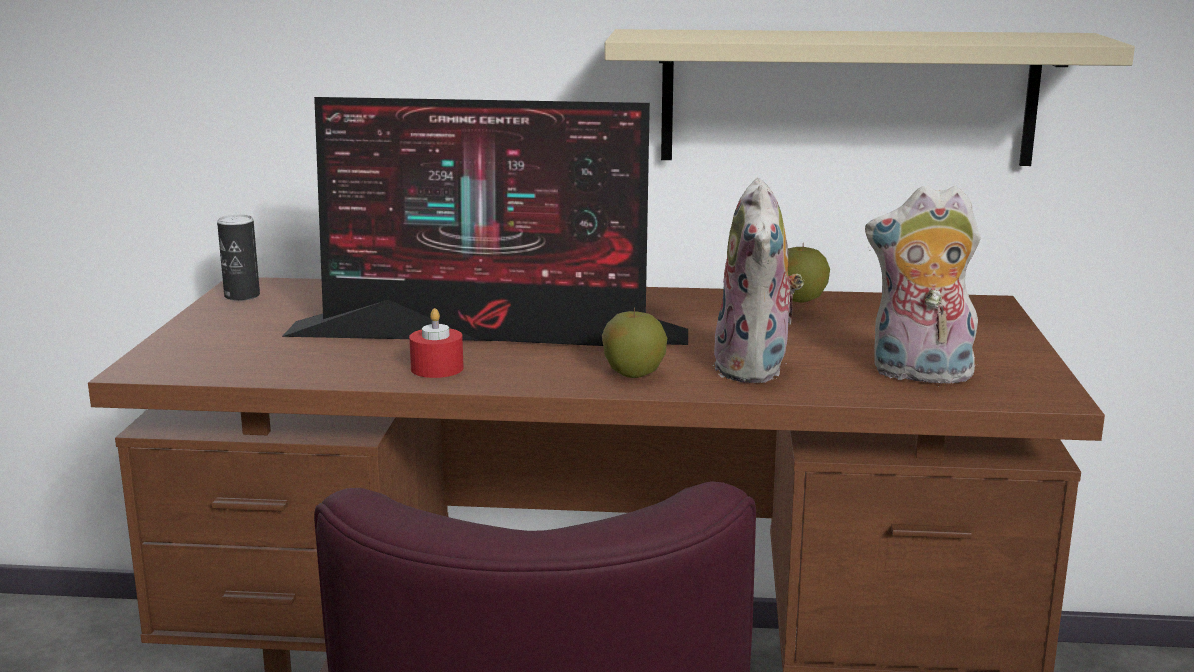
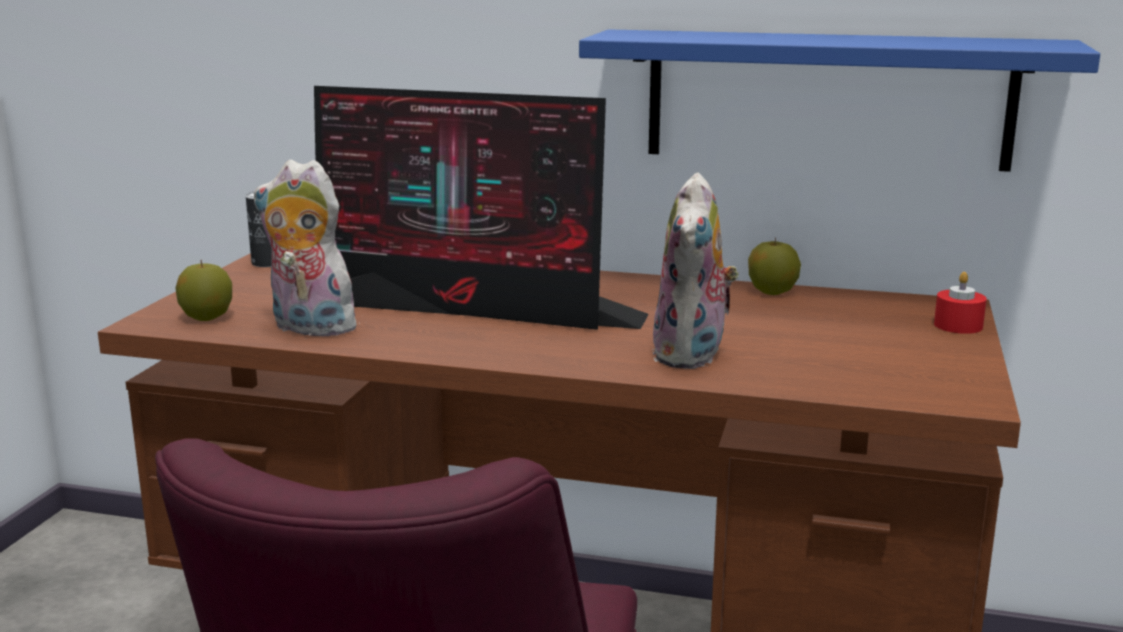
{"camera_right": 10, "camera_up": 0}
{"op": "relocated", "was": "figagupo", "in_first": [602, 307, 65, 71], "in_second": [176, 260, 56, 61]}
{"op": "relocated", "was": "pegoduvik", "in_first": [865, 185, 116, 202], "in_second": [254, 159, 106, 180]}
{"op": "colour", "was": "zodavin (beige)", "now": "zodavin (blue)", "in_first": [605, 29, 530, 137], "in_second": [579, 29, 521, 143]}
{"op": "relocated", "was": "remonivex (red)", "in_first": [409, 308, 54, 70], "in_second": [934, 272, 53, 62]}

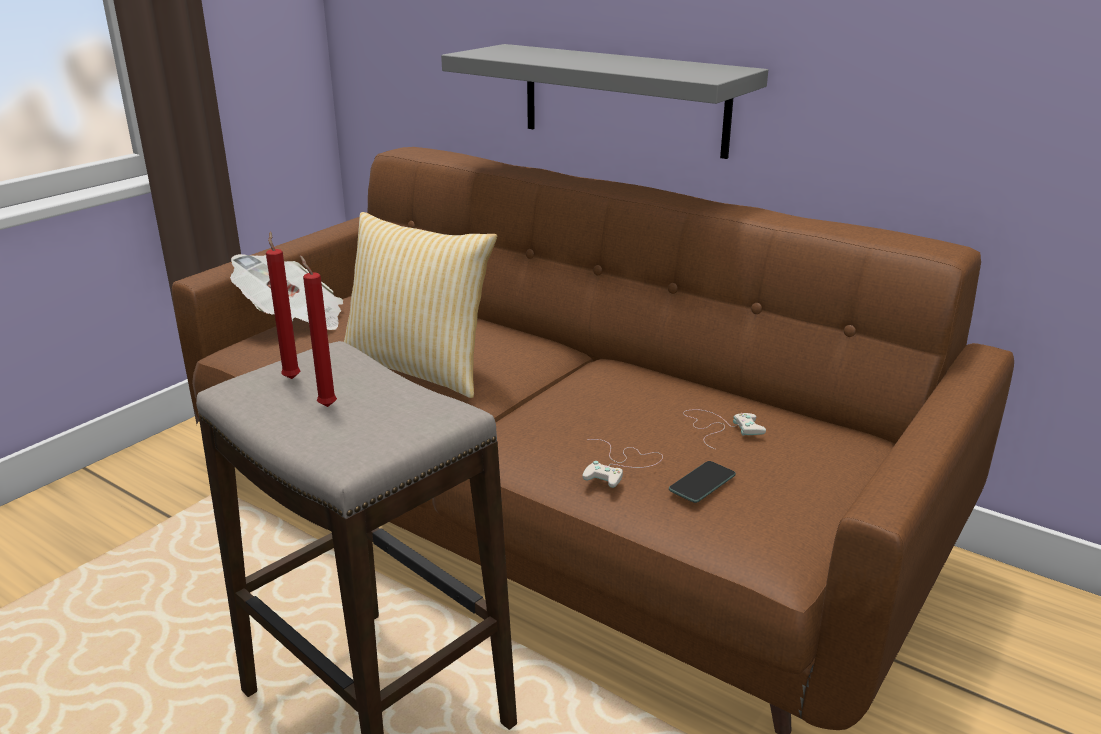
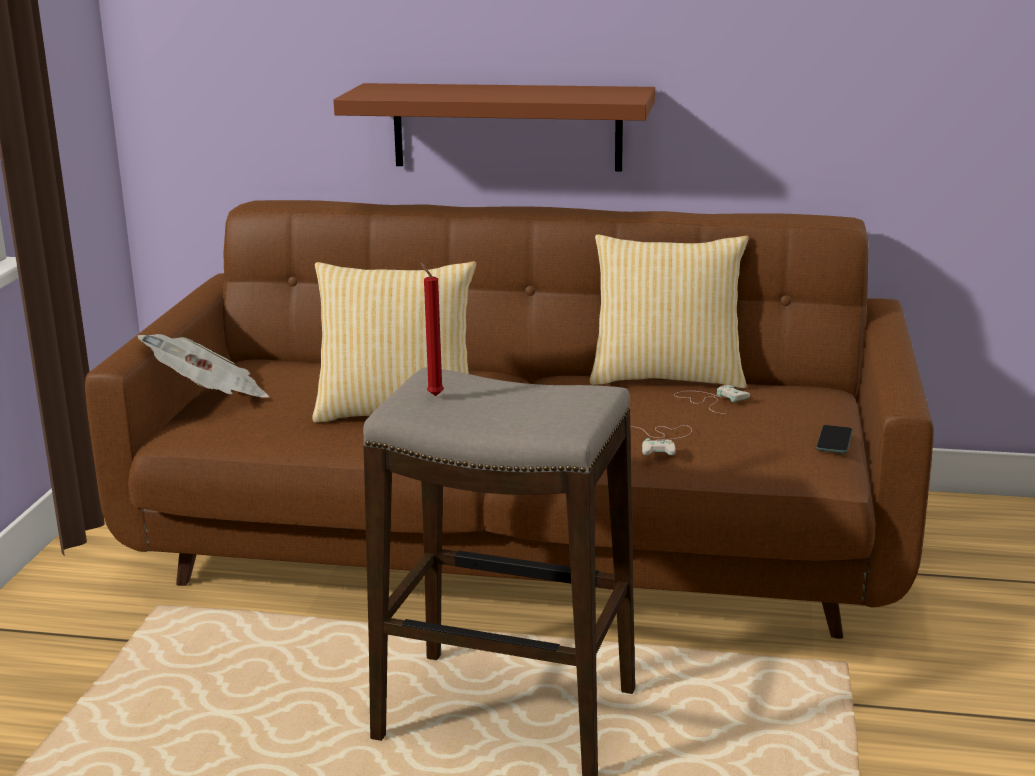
{"camera_right": -25, "camera_up": -5}
{"op": "colour", "was": "zodavin (grey)", "now": "zodavin (brown)", "in_first": [441, 44, 327, 115], "in_second": [333, 83, 322, 88]}
{"op": "appeared", "now": "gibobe", "in_second": [590, 235, 159, 153]}
{"op": "relocated", "was": "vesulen", "in_first": [669, 461, 67, 42], "in_second": [816, 425, 37, 28]}
{"op": "missing", "was": "remonivex (red)", "in_first": [300, 255, 37, 152]}

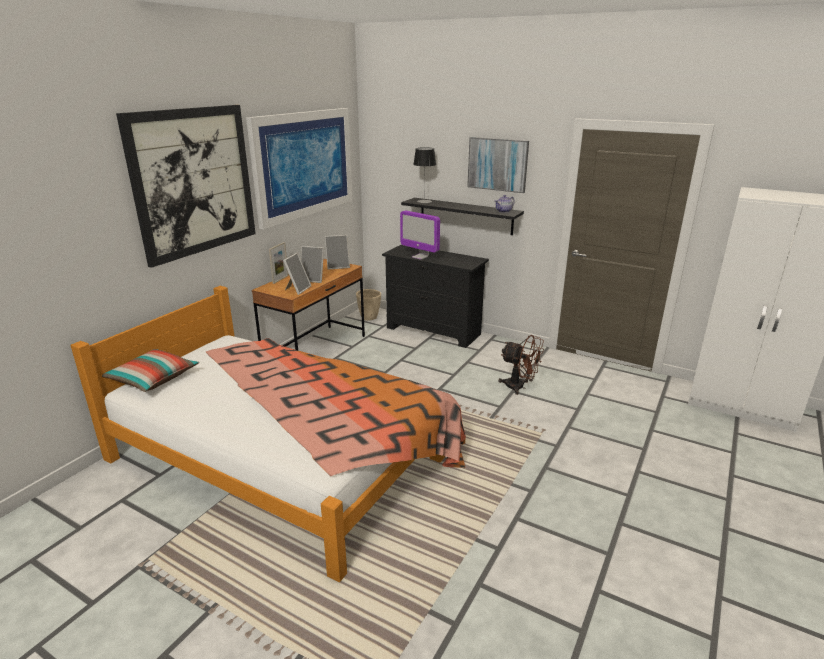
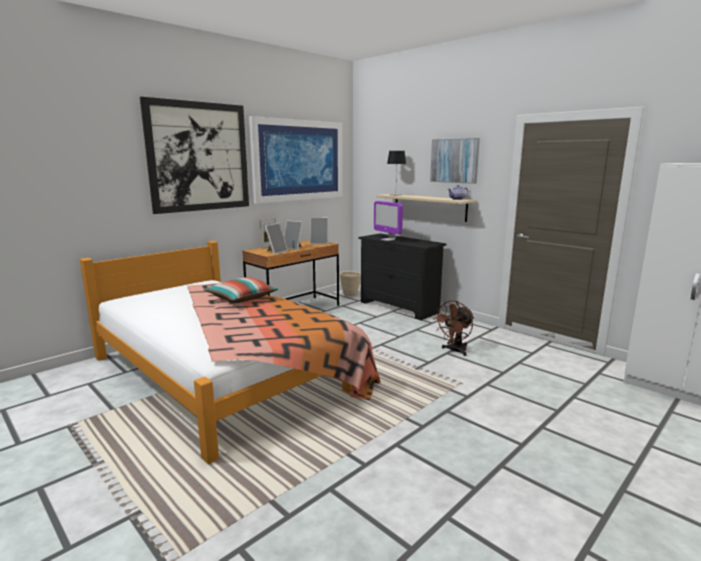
{"camera_right": 15, "camera_up": -10}
{"op": "relocated", "was": "gibobe", "in_first": [102, 349, 97, 43], "in_second": [204, 277, 74, 26]}
{"op": "colour", "was": "zodavin (black)", "now": "zodavin (beige)", "in_first": [401, 198, 123, 37], "in_second": [377, 194, 99, 28]}
{"op": "spun", "was": "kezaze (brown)", "in_first": [498, 335, 46, 60], "in_second": [433, 300, 41, 56], "clockwise": 90}

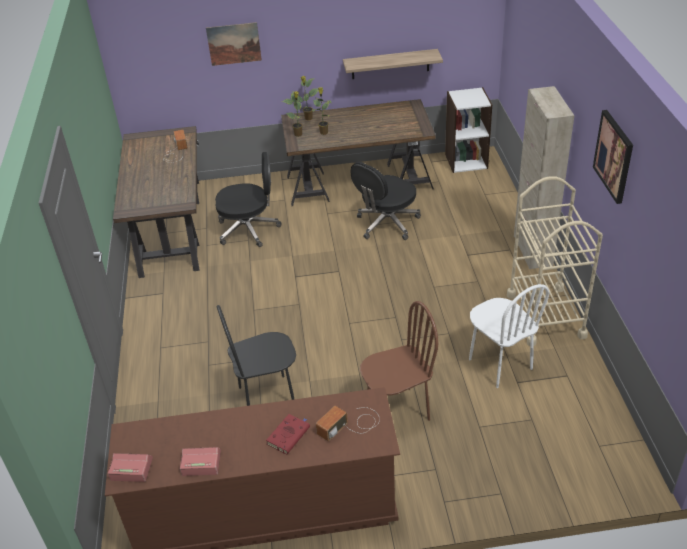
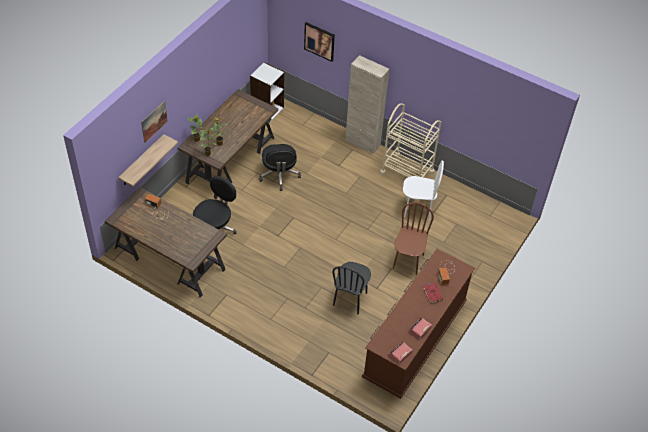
{"camera_right": -55, "camera_up": 10}
{"op": "relocated", "was": "zodavin", "in_first": [343, 49, 100, 30], "in_second": [118, 134, 60, 53]}
{"op": "relocated", "was": "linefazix", "in_first": [593, 110, 40, 94], "in_second": [304, 22, 31, 40]}

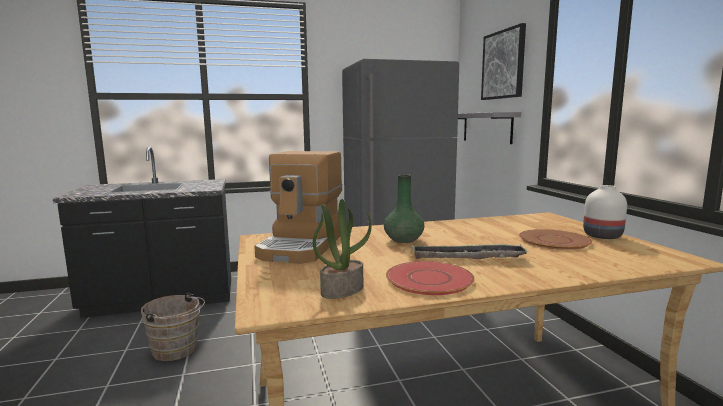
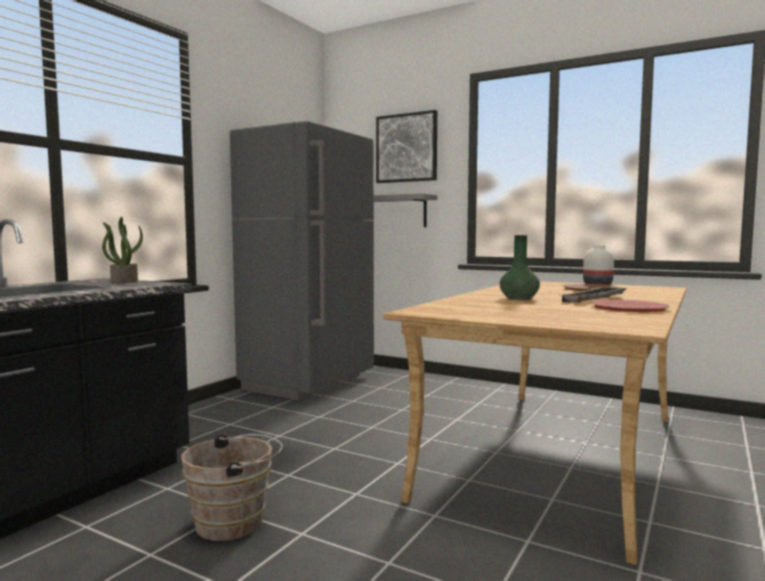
{"camera_right": -45, "camera_up": -5}
{"op": "relocated", "was": "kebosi", "in_first": [313, 199, 59, 100], "in_second": [102, 217, 41, 67]}
{"op": "missing", "was": "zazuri", "in_first": [254, 151, 89, 113]}

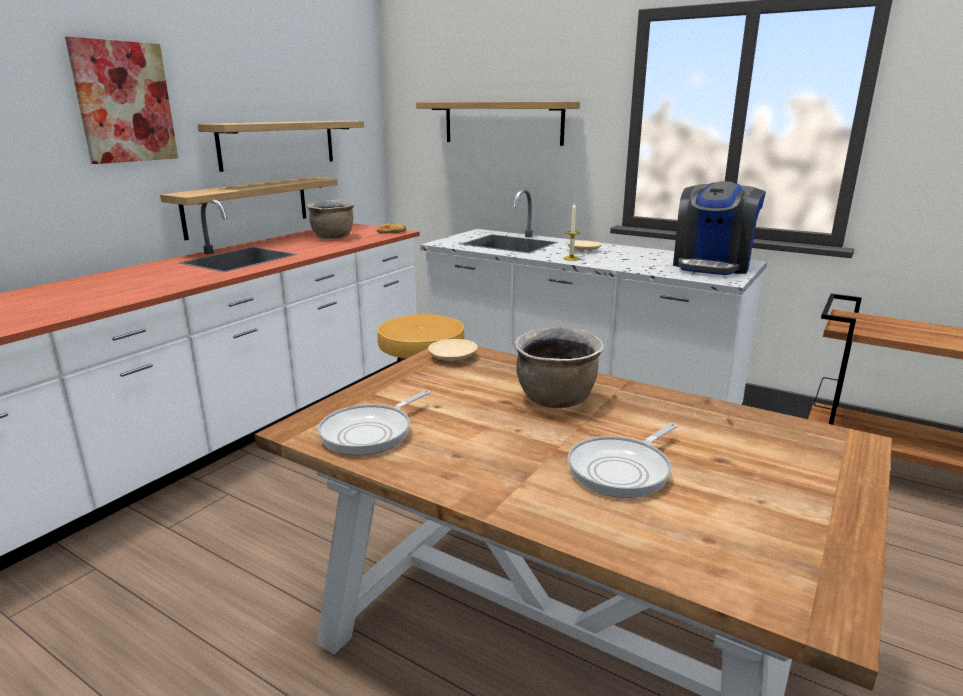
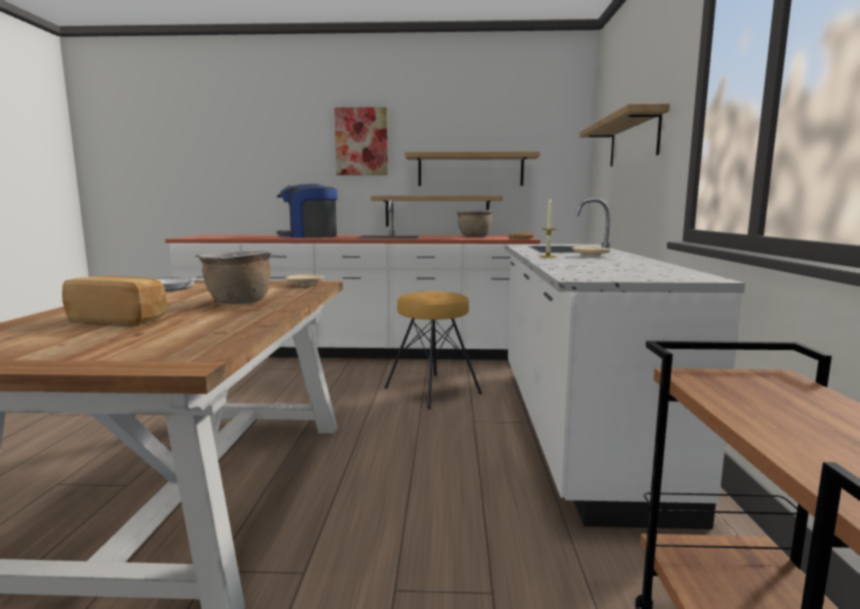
{"camera_right": 60, "camera_up": -10}
{"op": "exchanged", "was": "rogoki", "now": "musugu", "in_first": [568, 423, 110, 75], "in_second": [62, 276, 105, 49]}
{"op": "relocated", "was": "zazuri", "in_first": [673, 181, 93, 94], "in_second": [277, 184, 61, 54]}

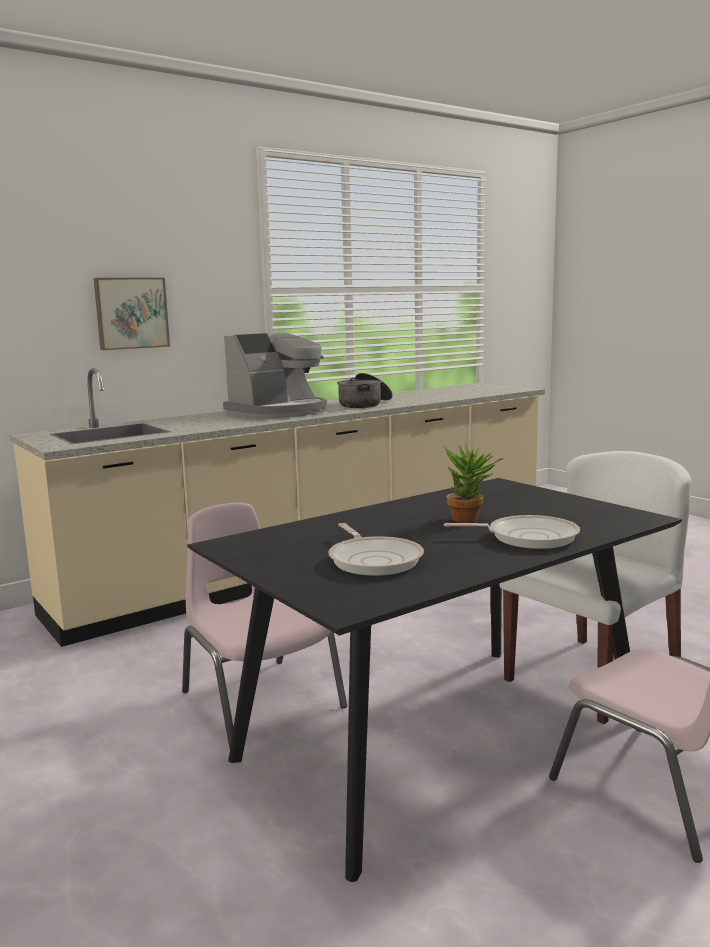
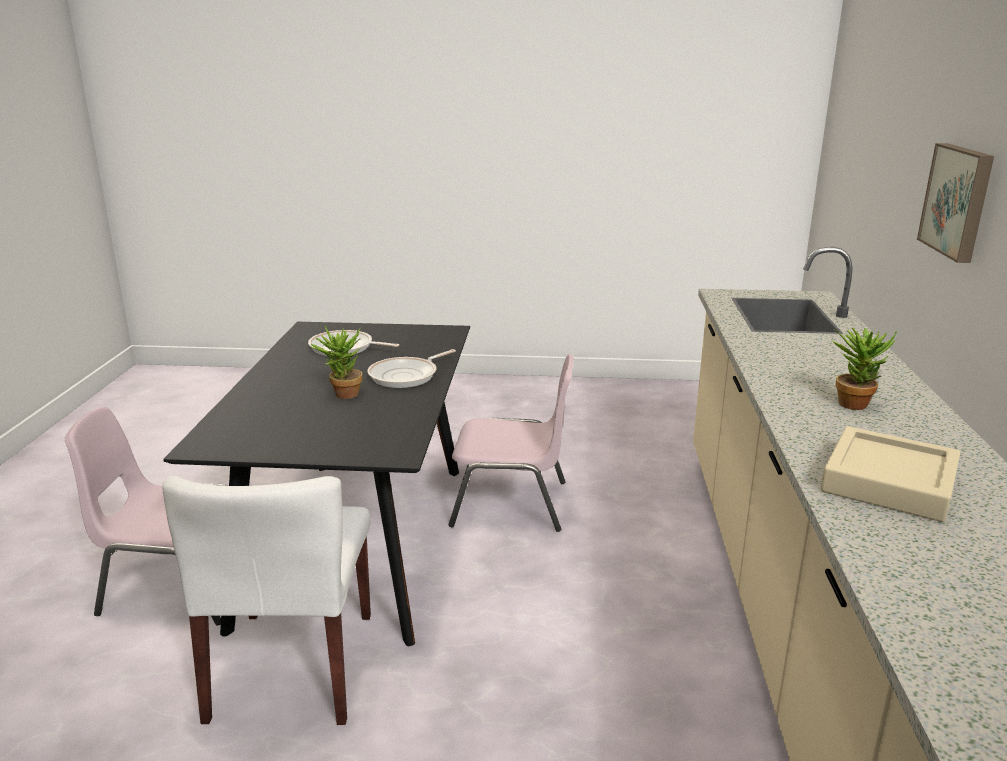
{"camera_right": 130, "camera_up": 10}
{"op": "relocated", "was": "rogoki", "in_first": [444, 515, 136, 34], "in_second": [367, 349, 89, 39]}
{"op": "exchanged", "was": "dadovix", "now": "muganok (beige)", "in_first": [337, 373, 56, 35], "in_second": [821, 426, 139, 96]}
{"op": "exchanged", "was": "zazuri", "now": "kebosi", "in_first": [223, 332, 104, 86], "in_second": [833, 328, 64, 82]}

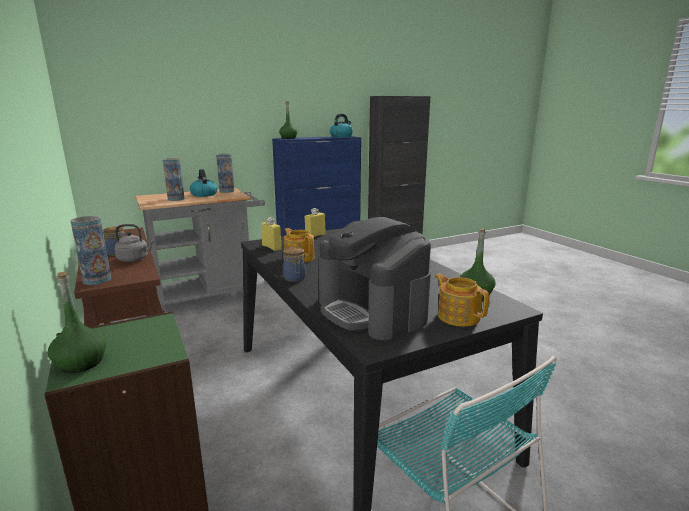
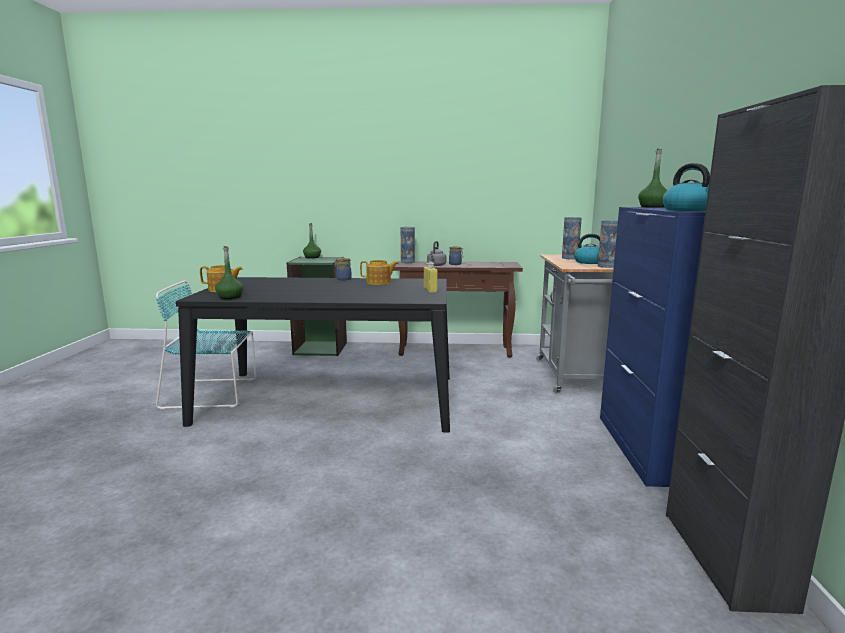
{"camera_right": 120, "camera_up": -5}
{"op": "missing", "was": "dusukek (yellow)", "in_first": [261, 217, 21, 34]}
{"op": "missing", "was": "zazuri", "in_first": [318, 217, 113, 123]}

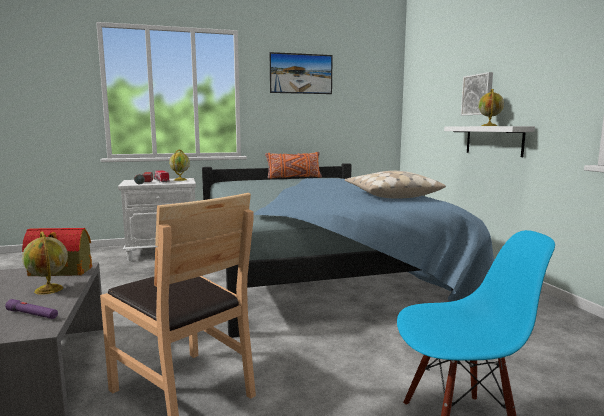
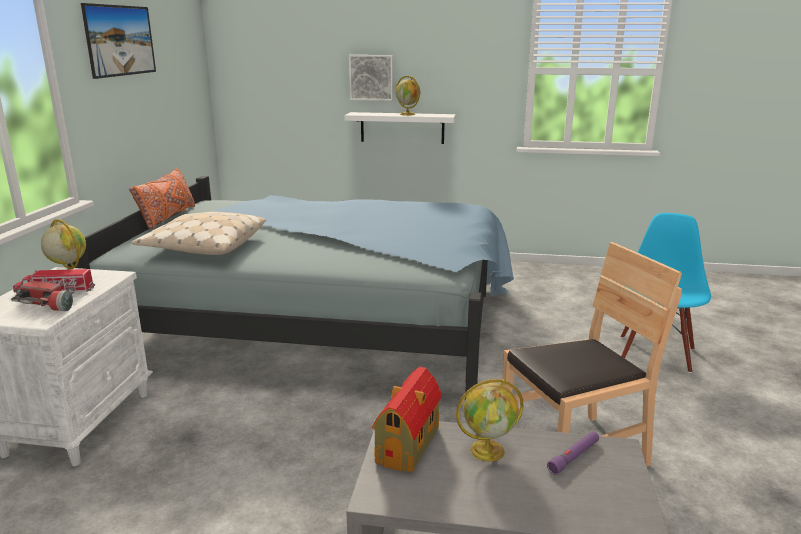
{"camera_right": -65, "camera_up": 10}
{"op": "relocated", "was": "gibobe (beige)", "in_first": [345, 171, 101, 27], "in_second": [131, 212, 135, 43]}

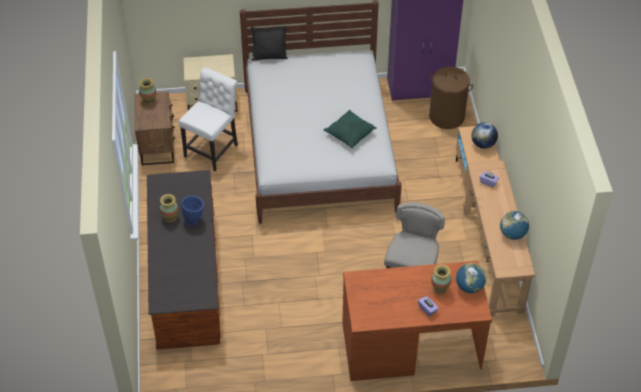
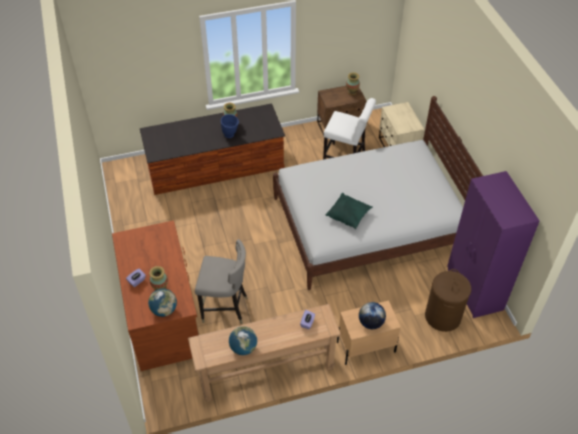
{"camera_right": 80, "camera_up": 0}
{"op": "missing", "was": "gibobe (black)", "in_first": [251, 26, 37, 35]}

